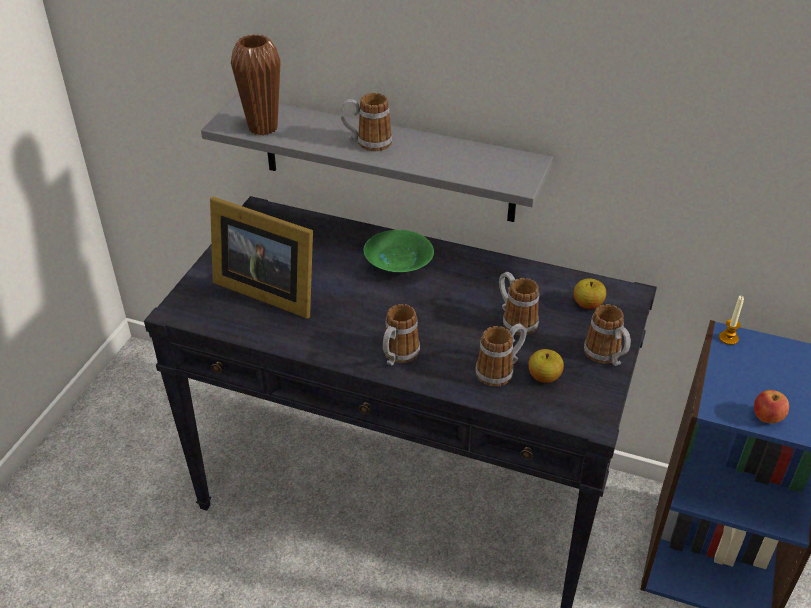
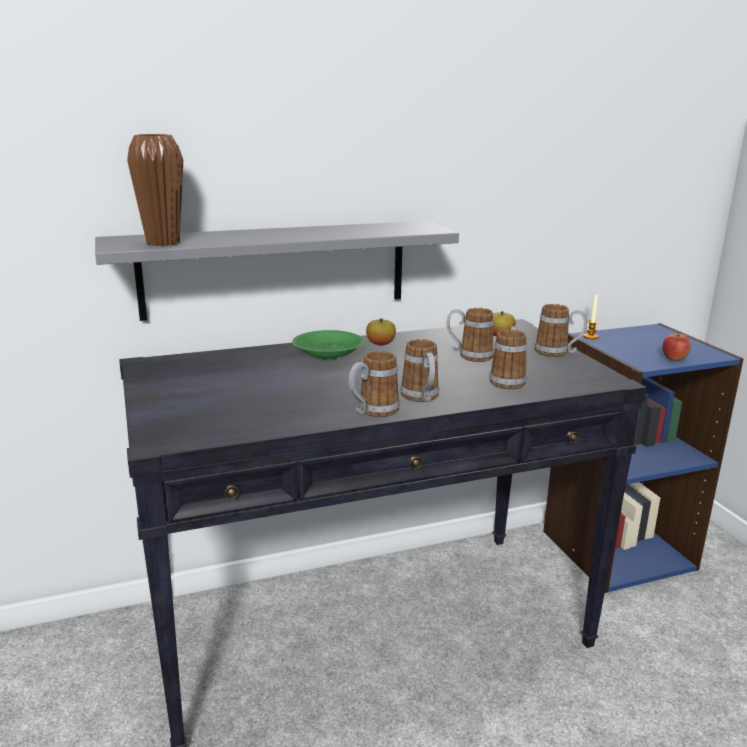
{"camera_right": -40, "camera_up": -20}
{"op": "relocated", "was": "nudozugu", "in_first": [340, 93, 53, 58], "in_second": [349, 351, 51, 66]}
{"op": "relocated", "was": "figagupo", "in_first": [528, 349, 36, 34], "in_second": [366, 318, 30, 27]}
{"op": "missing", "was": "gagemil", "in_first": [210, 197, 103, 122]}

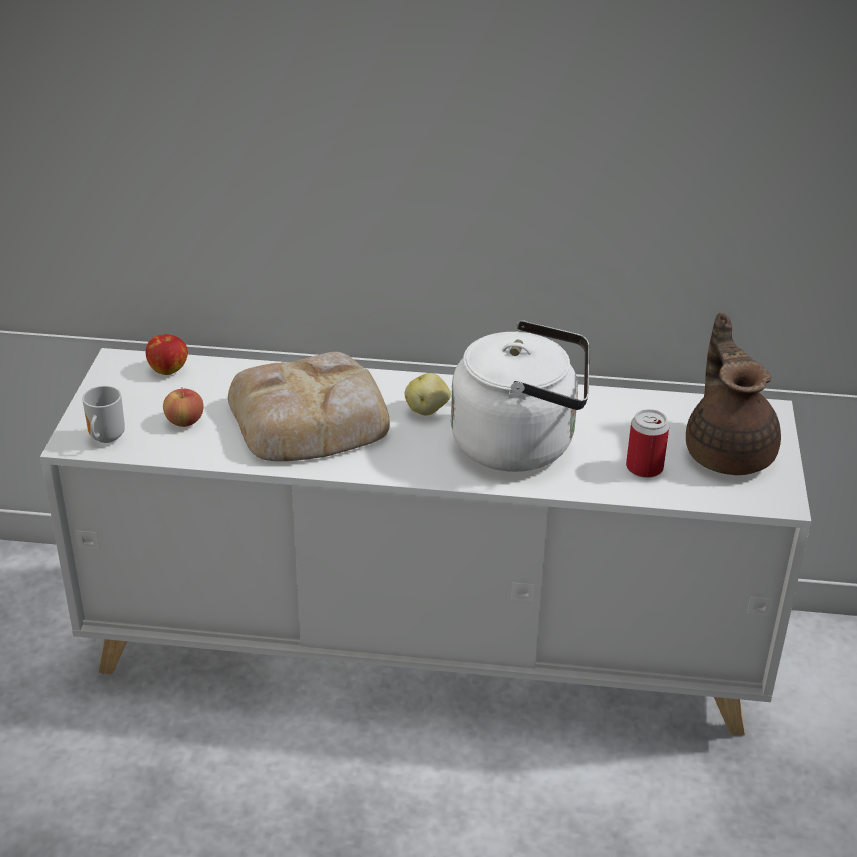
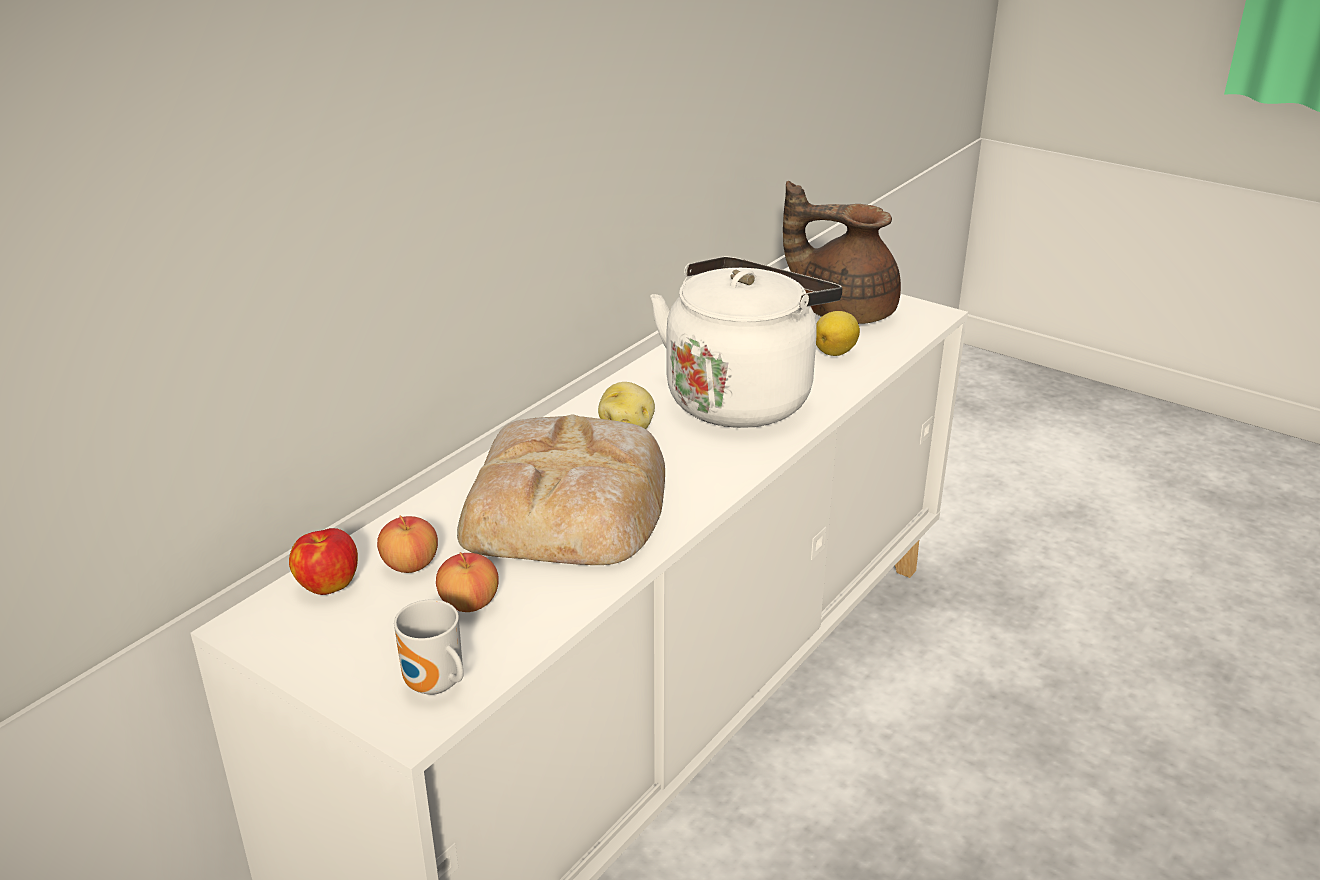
{"camera_right": -60, "camera_up": -5}
{"op": "appeared", "now": "figagupo", "in_second": [377, 515, 61, 58]}
{"op": "exchanged", "was": "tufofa", "now": "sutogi", "in_first": [626, 409, 43, 69], "in_second": [816, 311, 44, 45]}

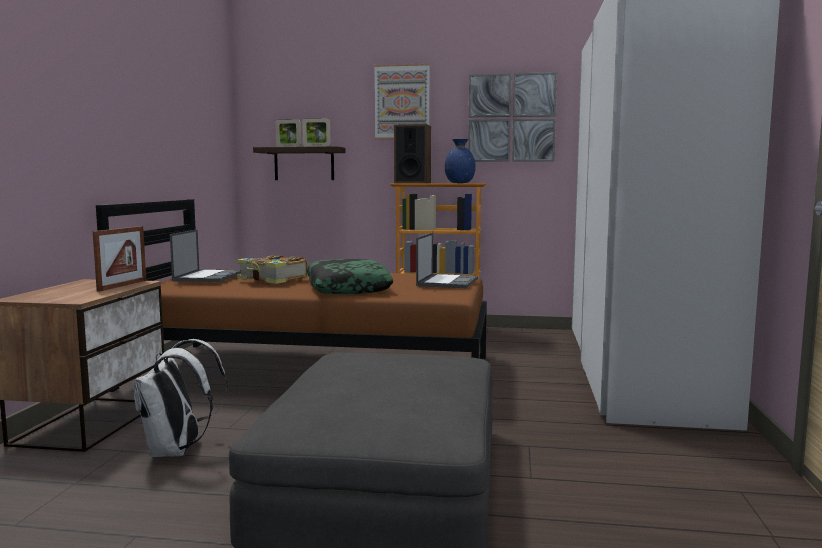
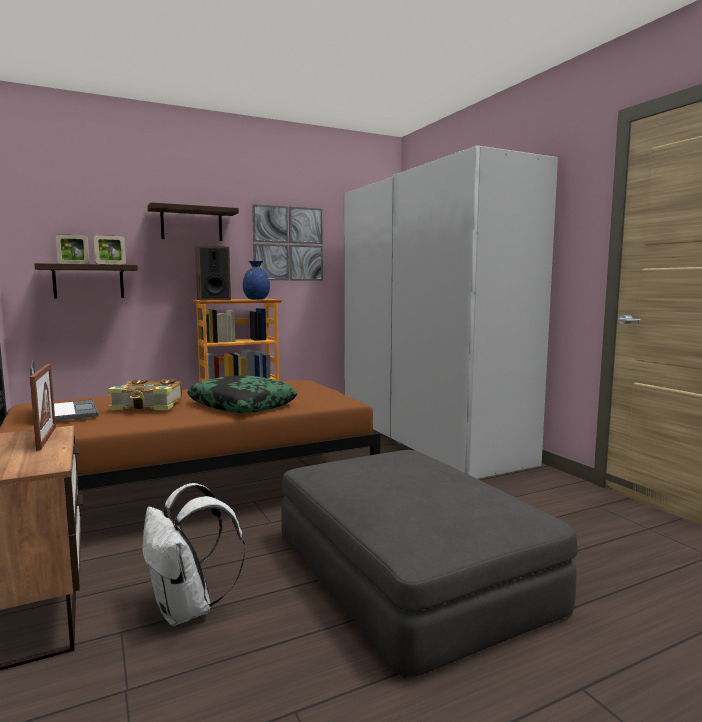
{"camera_right": -35, "camera_up": 0}
{"op": "exchanged", "was": "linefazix", "now": "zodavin", "in_first": [374, 63, 56, 76], "in_second": [147, 202, 92, 39]}
{"op": "missing", "was": "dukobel", "in_first": [416, 233, 62, 55]}

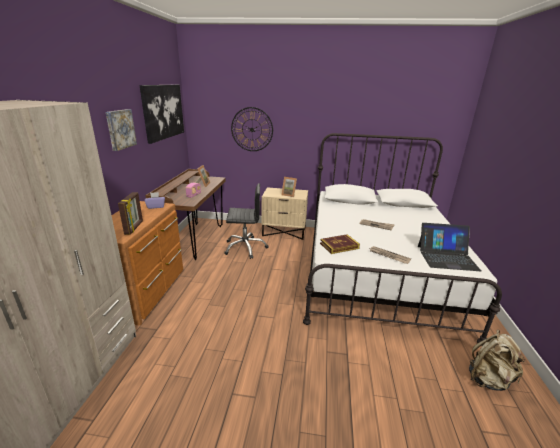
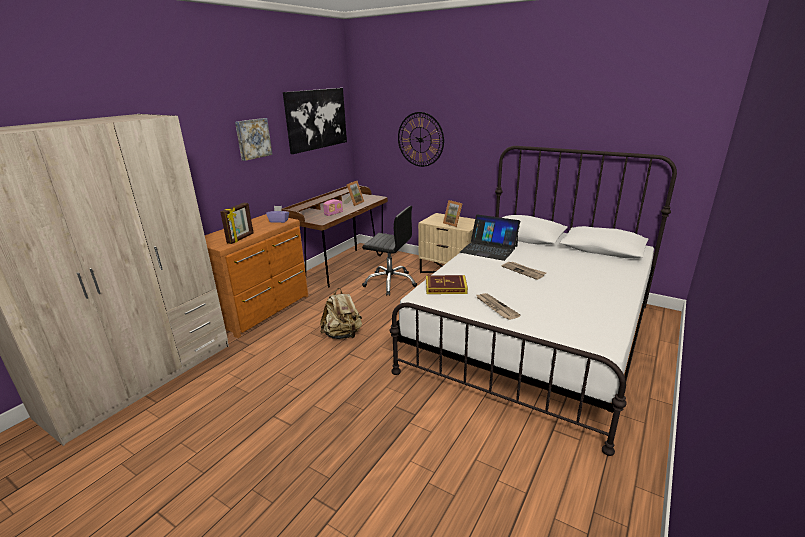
{"camera_right": 25, "camera_up": 0}
{"op": "relocated", "was": "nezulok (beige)", "in_first": [469, 330, 57, 61], "in_second": [320, 288, 42, 51]}
{"op": "relocated", "was": "dukobel", "in_first": [418, 223, 63, 48], "in_second": [460, 214, 60, 47]}

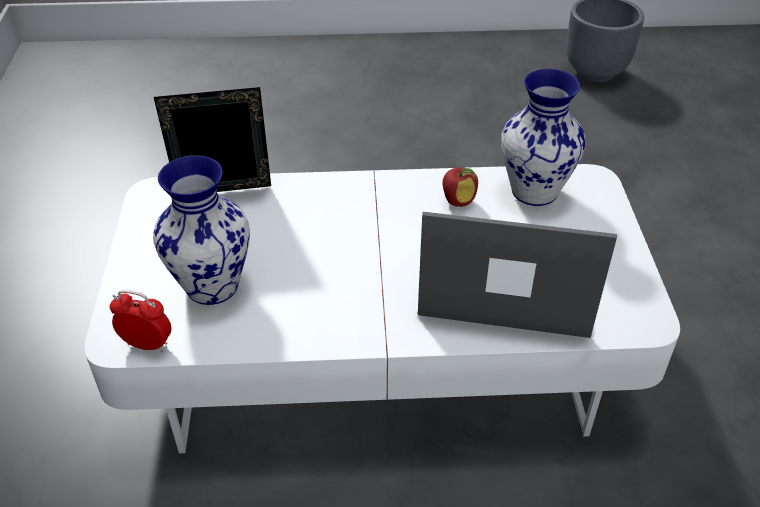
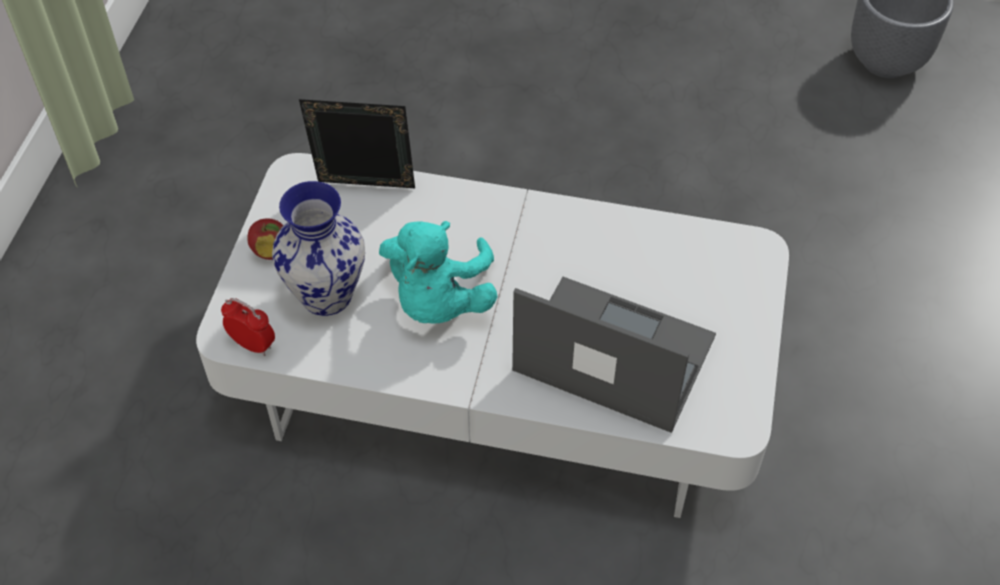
{"camera_right": 15, "camera_up": 10}
{"op": "relocated", "was": "figagupo", "in_first": [442, 167, 36, 40], "in_second": [247, 218, 37, 42]}
{"op": "appeared", "now": "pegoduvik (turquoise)", "in_second": [379, 221, 119, 103]}
{"op": "missing", "was": "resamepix", "in_first": [501, 69, 85, 137]}

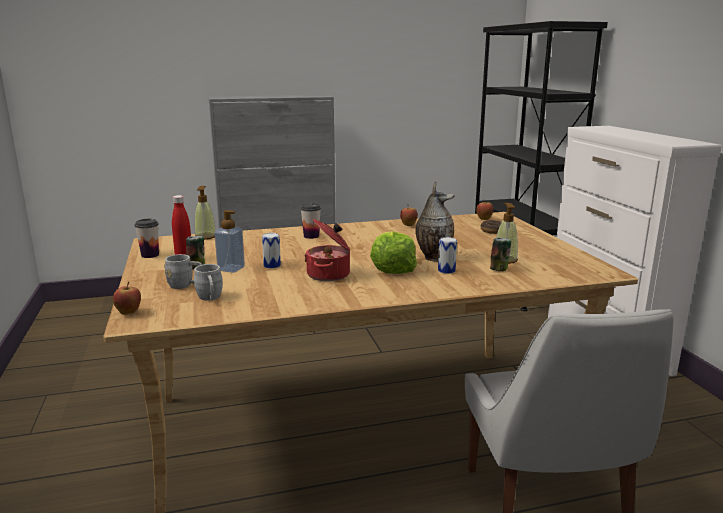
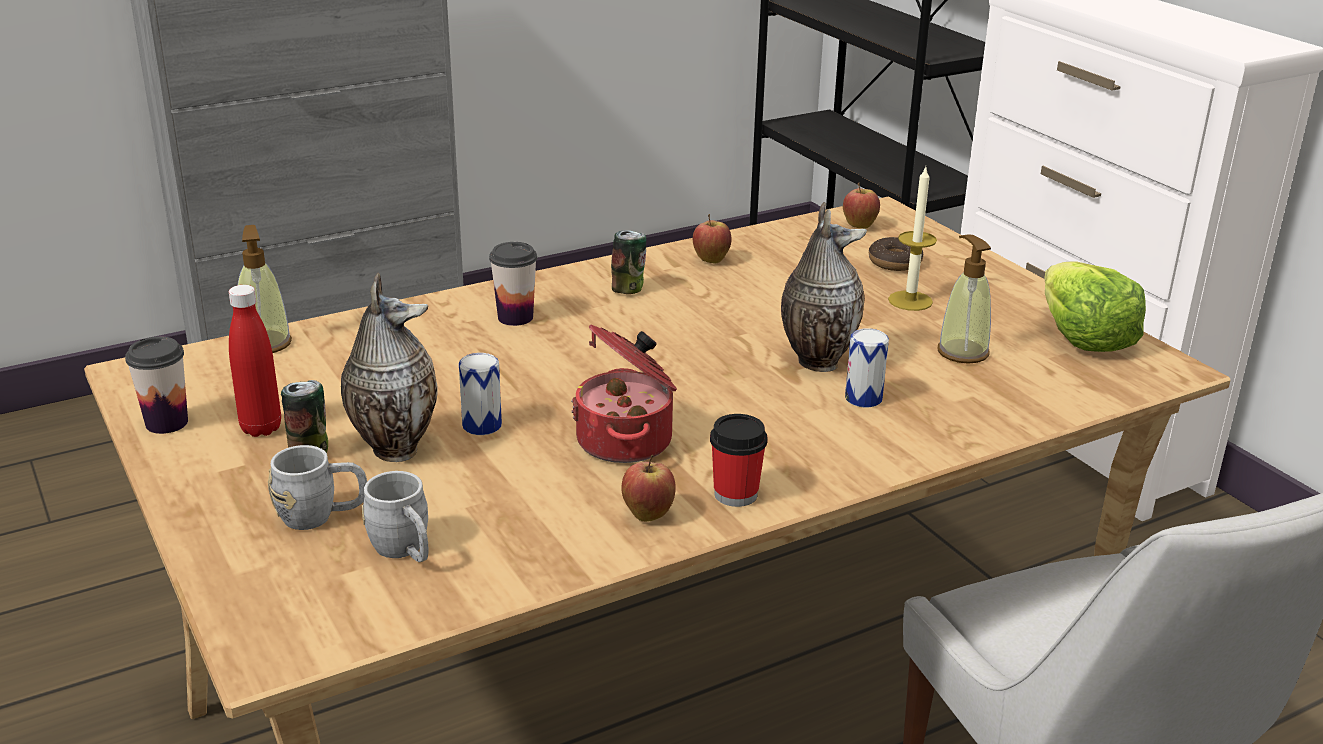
{"camera_right": -15, "camera_up": 10}
{"op": "exchanged", "was": "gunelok", "now": "resamepix", "in_first": [214, 210, 31, 63], "in_second": [341, 273, 97, 189]}
{"op": "relocated", "was": "tufofa", "in_first": [490, 238, 21, 33], "in_second": [611, 230, 35, 64]}
{"op": "relocated", "was": "figagupo", "in_first": [113, 282, 28, 33], "in_second": [621, 455, 55, 67]}
{"op": "appeared", "now": "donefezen", "in_second": [710, 414, 58, 93]}
{"op": "appeared", "now": "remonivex", "in_second": [888, 167, 49, 144]}
{"op": "relocated", "was": "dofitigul", "in_first": [370, 231, 47, 43], "in_second": [1044, 262, 102, 90]}

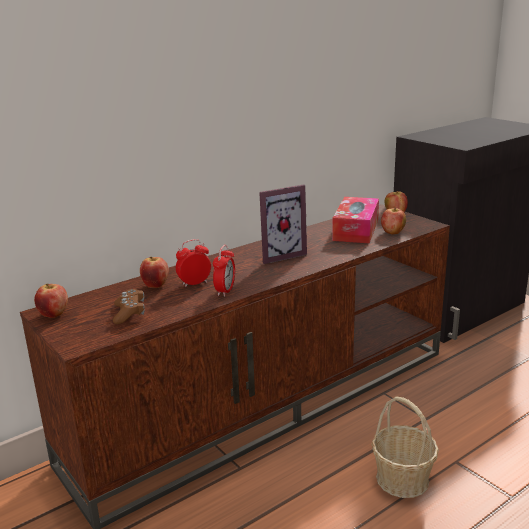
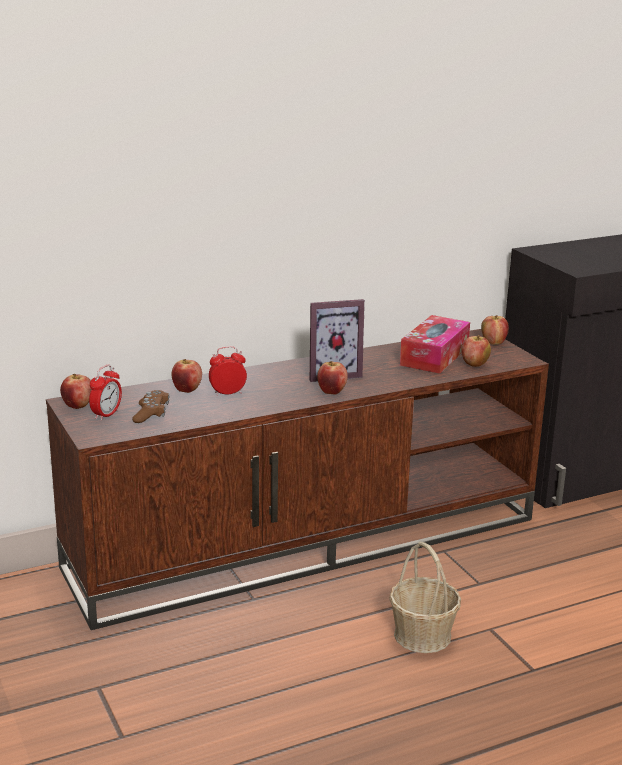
{"camera_right": 10, "camera_up": 0}
{"op": "relocated", "was": "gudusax", "in_first": [213, 245, 22, 52], "in_second": [89, 365, 33, 56]}
{"op": "appeared", "now": "figagupo", "in_second": [317, 361, 31, 34]}

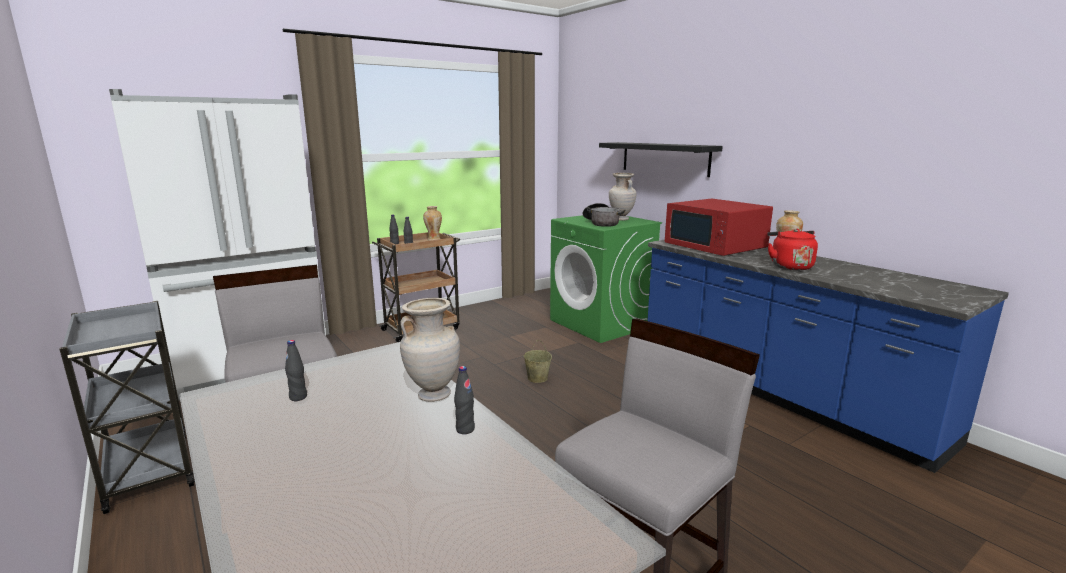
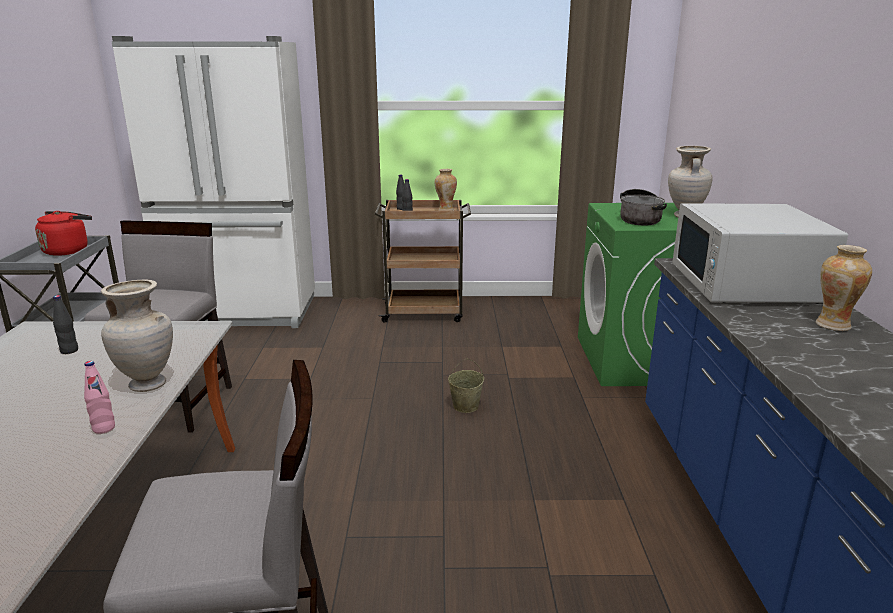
{"camera_right": 35, "camera_up": 5}
{"op": "relocated", "was": "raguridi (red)", "in_first": [767, 229, 51, 41], "in_second": [35, 211, 57, 45]}
{"op": "colour", "was": "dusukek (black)", "now": "dusukek (pink)", "in_first": [454, 366, 21, 68], "in_second": [84, 361, 31, 73]}
{"op": "colour", "was": "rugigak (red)", "now": "rugigak (white)", "in_first": [665, 199, 108, 57], "in_second": [673, 203, 175, 101]}
{"op": "missing", "was": "zodavin (black)", "in_first": [599, 142, 124, 35]}

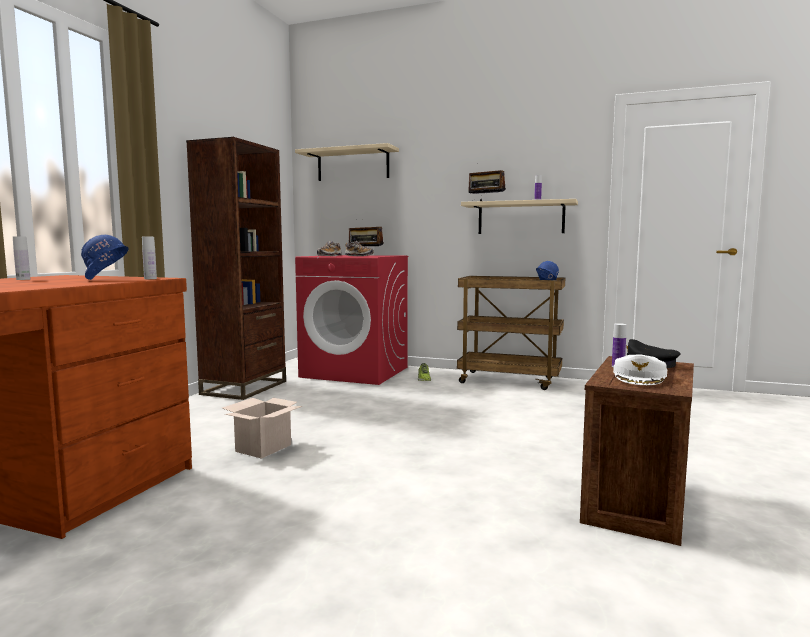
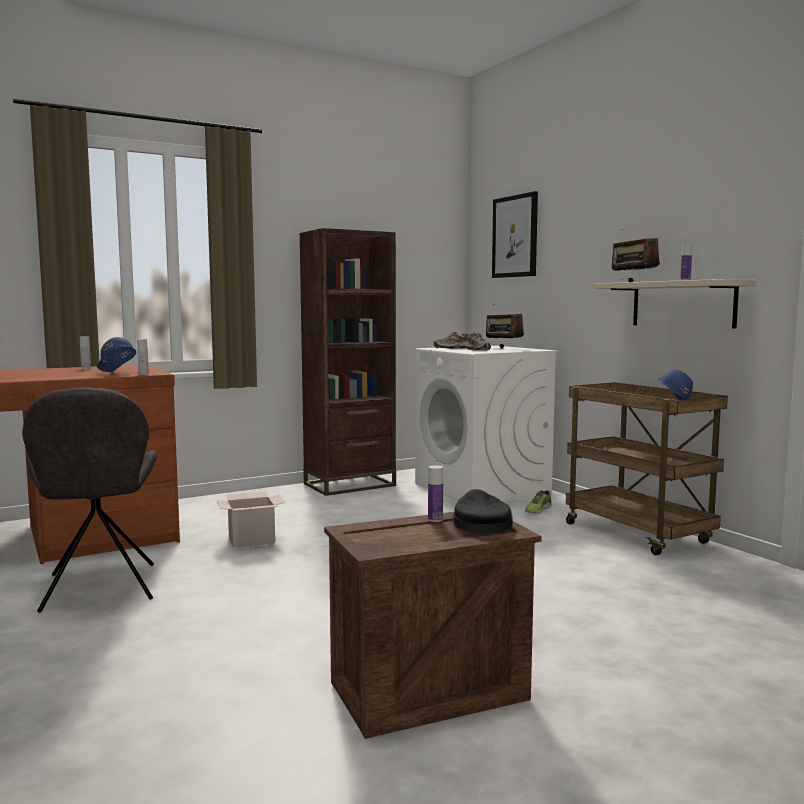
{"camera_right": 40, "camera_up": 0}
{"op": "appeared", "now": "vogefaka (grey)", "in_second": [22, 387, 135, 226]}
{"op": "colour", "was": "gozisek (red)", "now": "gozisek (white)", "in_first": [295, 255, 114, 130], "in_second": [415, 346, 143, 156]}
{"op": "exchanged", "was": "zodavin (beige)", "now": "linefazix", "in_first": [295, 143, 104, 38], "in_second": [492, 191, 46, 87]}
{"op": "missing", "was": "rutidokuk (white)", "in_first": [613, 355, 54, 30]}

